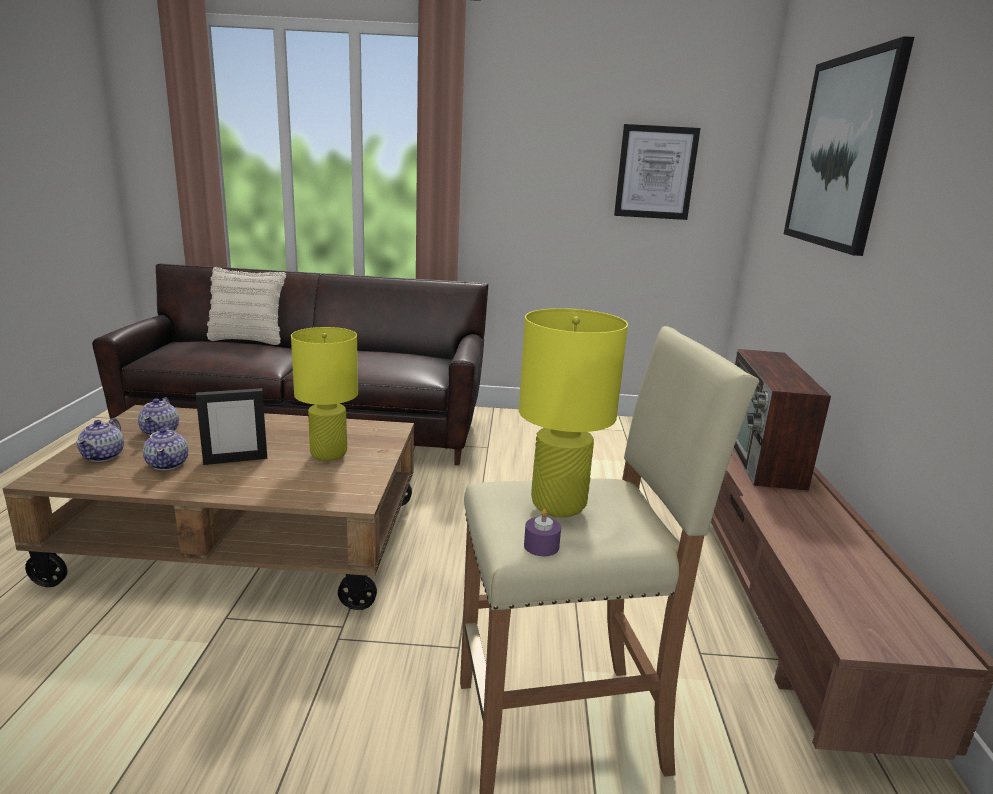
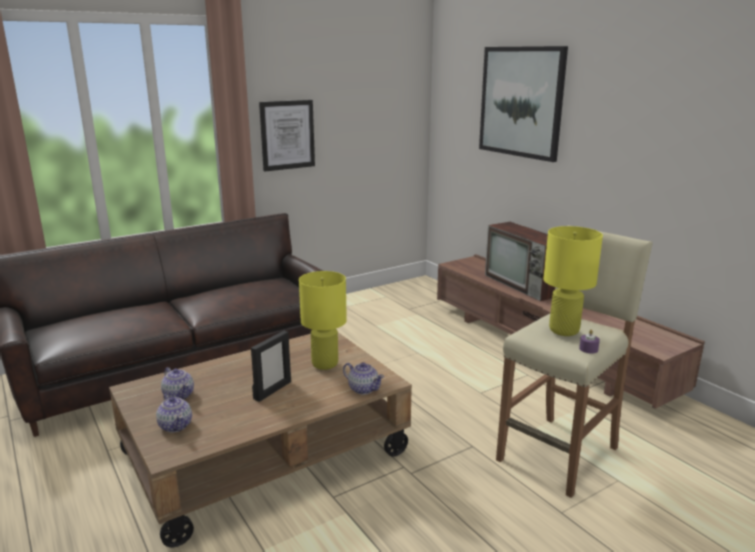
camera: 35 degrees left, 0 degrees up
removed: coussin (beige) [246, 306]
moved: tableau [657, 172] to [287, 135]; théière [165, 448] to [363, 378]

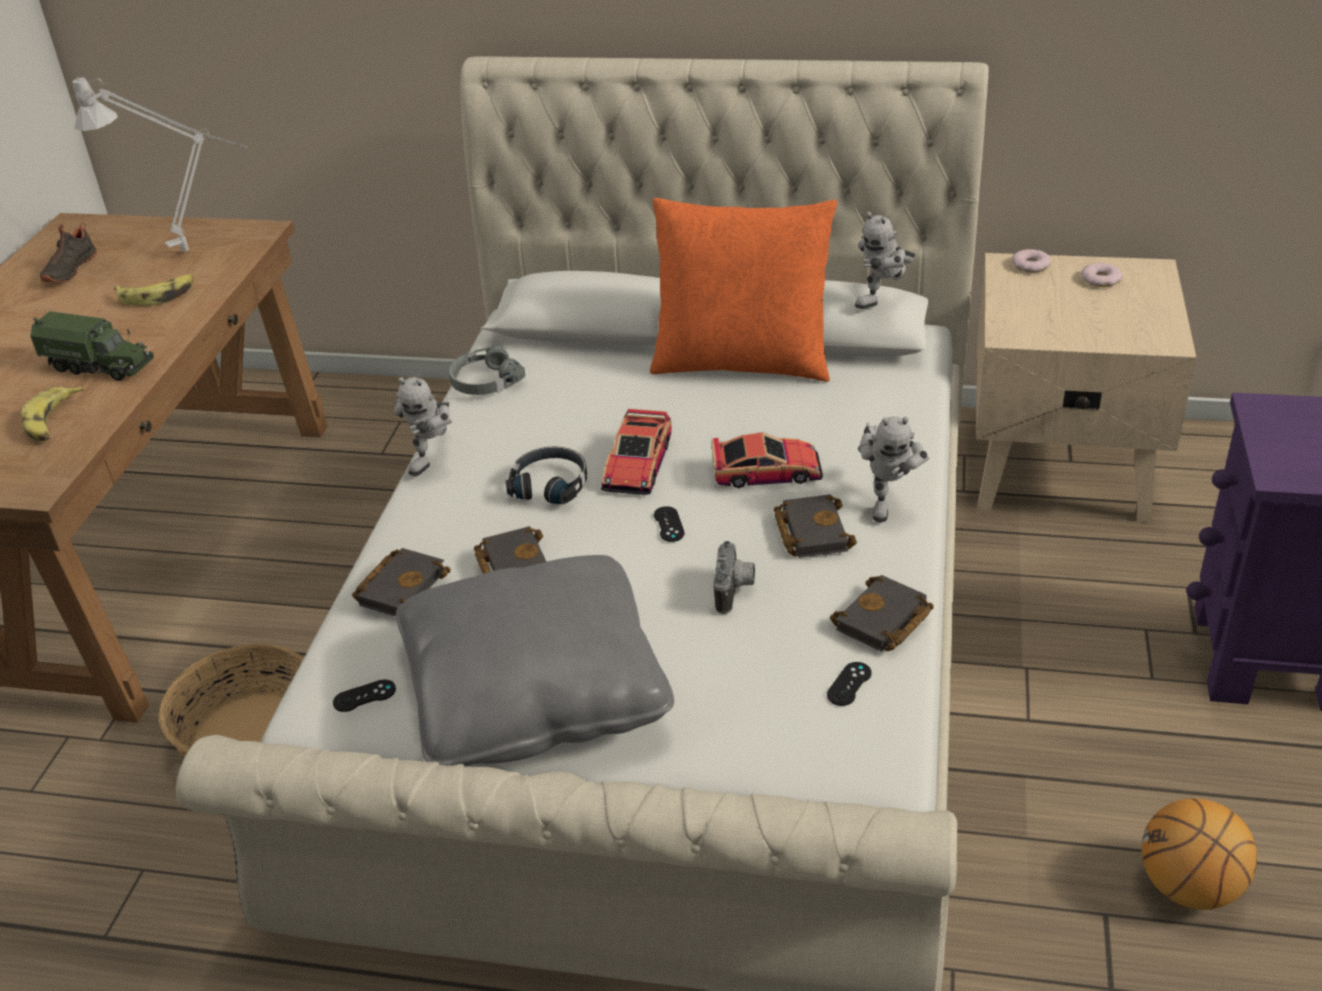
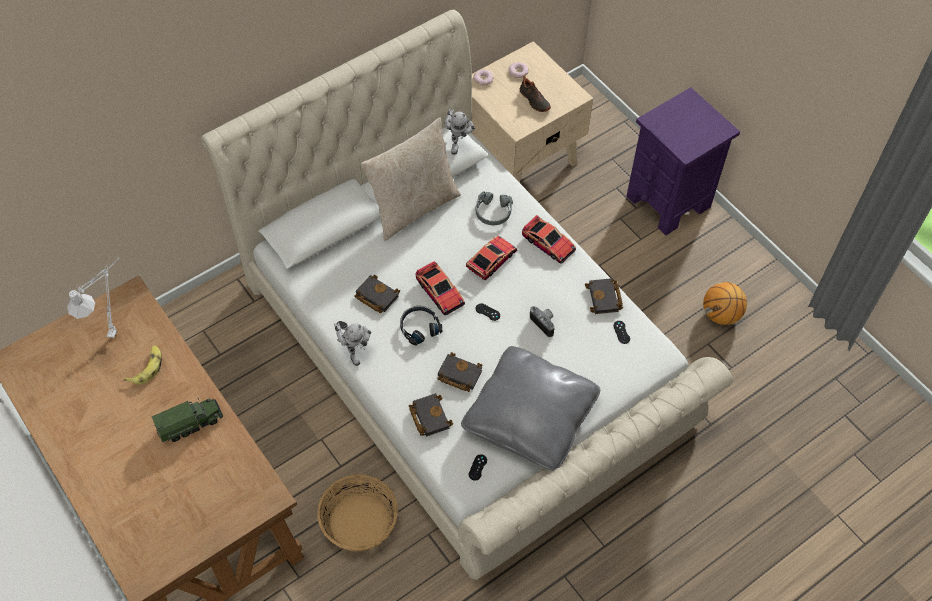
camera: 50 degrees left, 20 degrees up
removed: banane [52, 413]
moved: livre (noir) [815, 526] to [377, 293]; casque audio (gris) [487, 370] to [494, 208]; chaussure (noir) [68, 252] to [535, 94]
replaced: robot jouet [893, 469] to petite voiture [549, 239]
recoloured: coussin (orange) [743, 290] to coussin (beige) [411, 179]

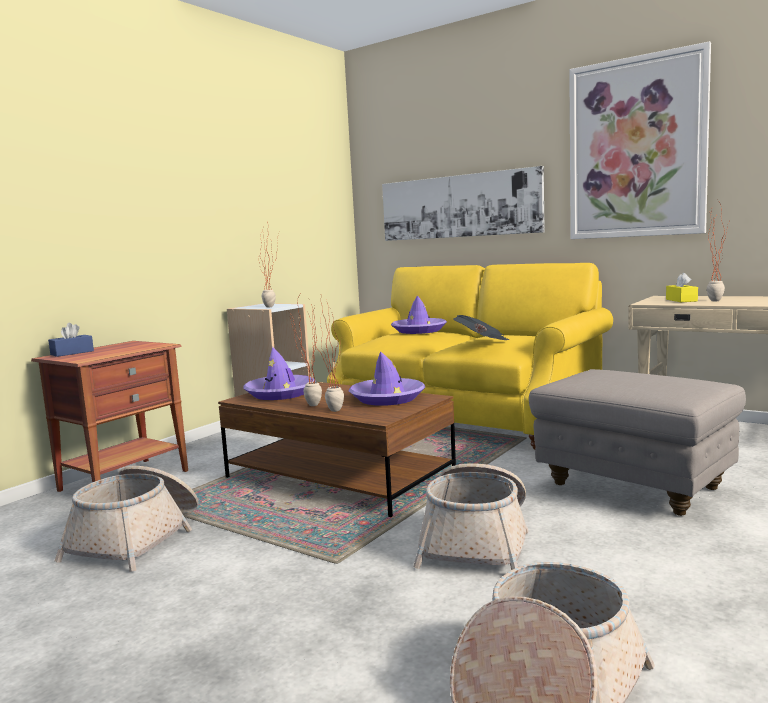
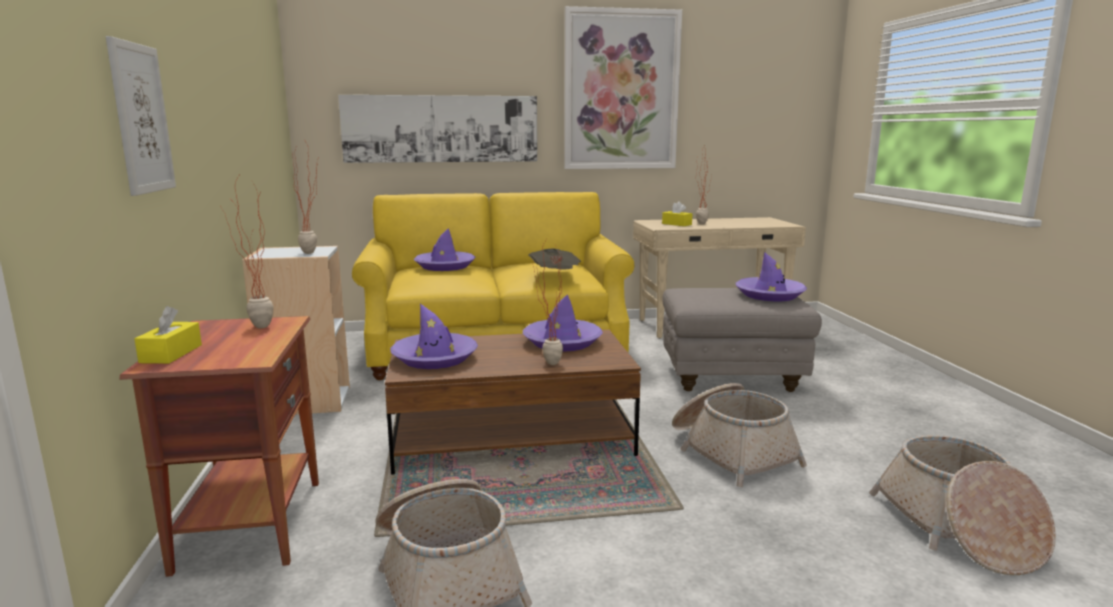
camera: 45 degrees left, 5 degrees up
added: tableau [141, 116]; chapeau (violet) [771, 276]
moved: plante en pot [305, 353] to [247, 251]
recoloured: boîte à mouchoirs (bleu) [71, 340] to boîte à mouchoirs (jaune) [168, 335]

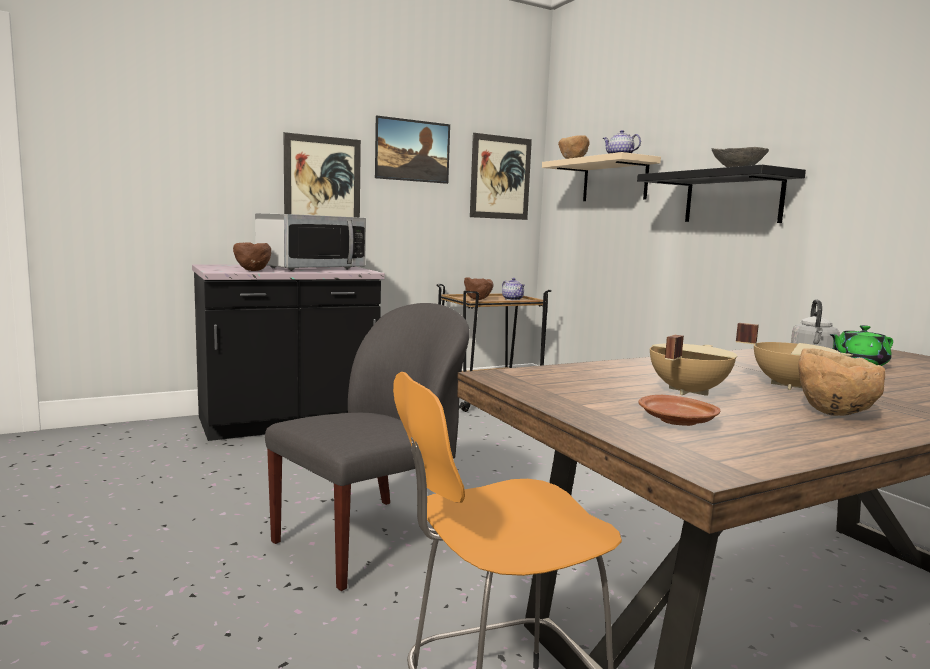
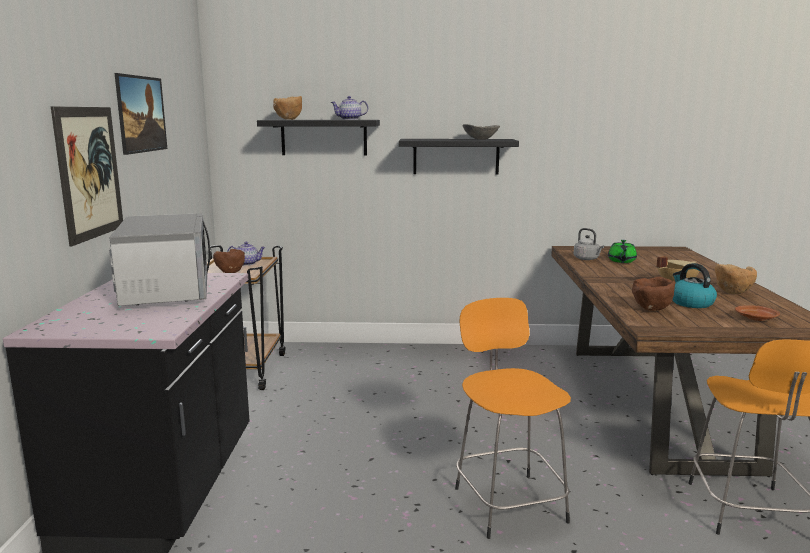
camera: 60 degrees left, 5 degrees up
removed: tableau [501, 176]
moved: bol (marron) [252, 256] to [653, 294]
replaced: chaise (gris) [367, 447] to tabouret (orange) [513, 418]; marmite (beige) [693, 365] to bouilloire [695, 285]
recoloured: étagère (beige) [601, 176] to étagère (noir) [318, 138]

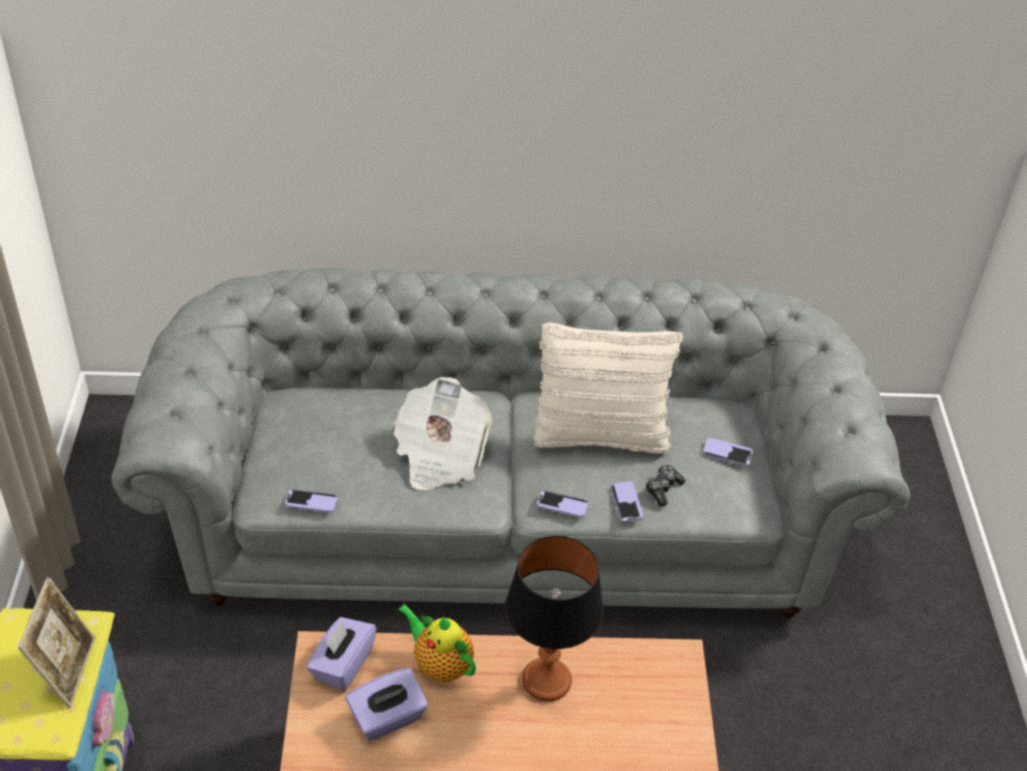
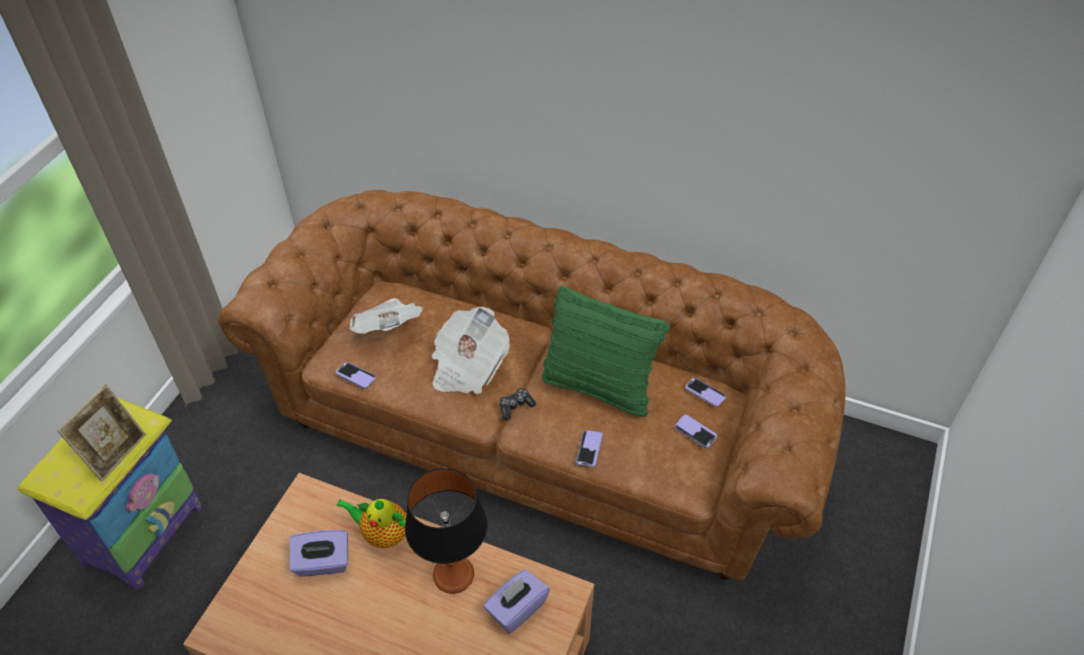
camera: 25 degrees right, 5 degrees up
added: journal [386, 316]
moved: boîte à mouchoirs (violet) [341, 654] to [517, 601]; manette [666, 485] to [518, 404]; téléphone [563, 504] to [705, 392]
recoloured: canapé (gris) [511, 443] to canapé (marron) [532, 385]; coussin (beige) [608, 388] to coussin (vert) [606, 351]
turned: théière [437, 643] = [371, 523] 45 degrees counterclockwise

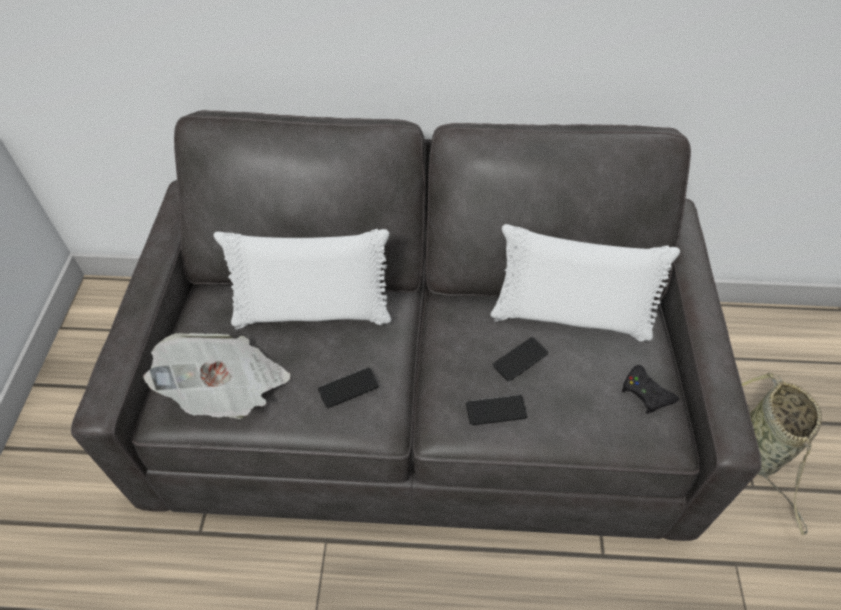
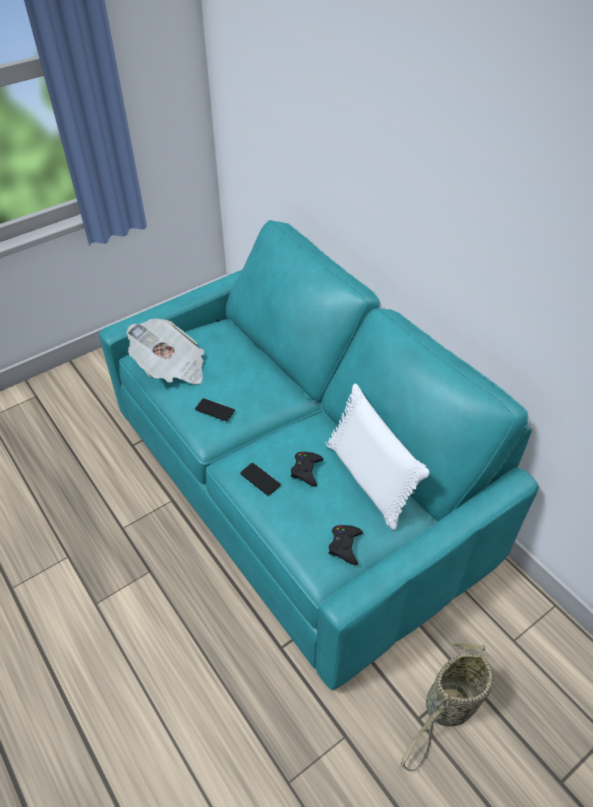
camera: 50 degrees right, 5 degrees down
removed: coussin (blanc) [302, 279]
replaced: téléphone [520, 359] to manette (noir) [307, 469]
recoloured: canapé (gris) [416, 325] to canapé (turquoise) [319, 455]

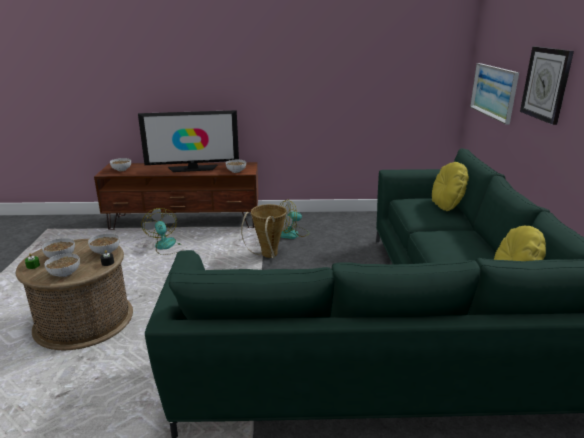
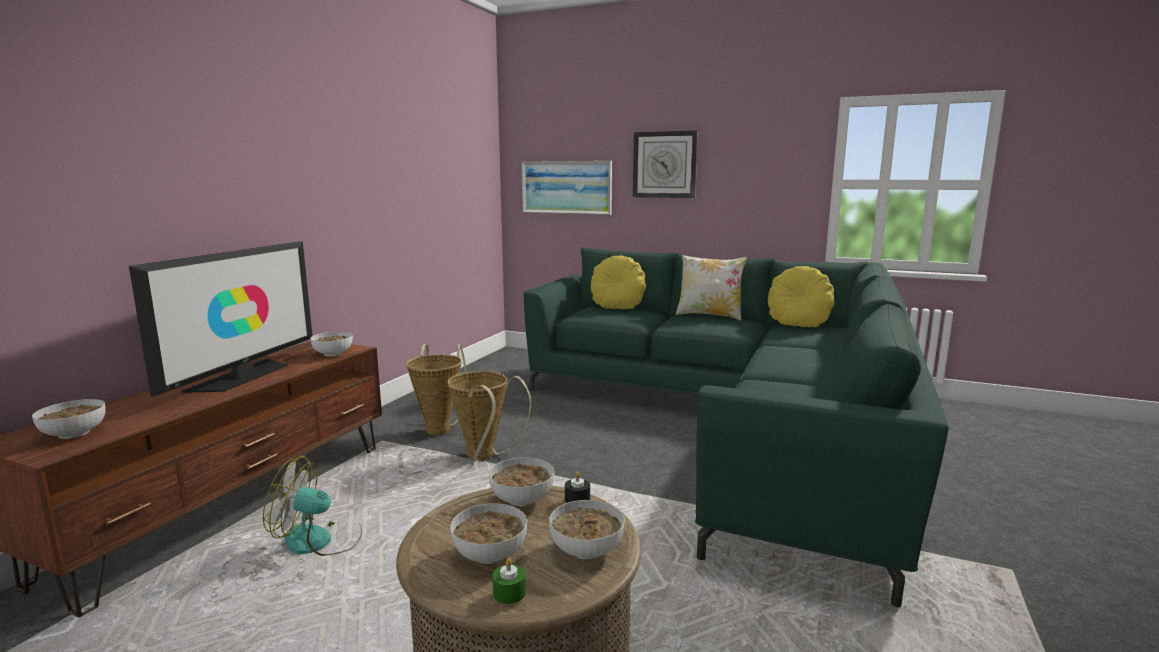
camera: 65 degrees left, 10 degrees down
added: coussin [711, 287]
replaced: ventilateur [294, 219] to panier [436, 389]

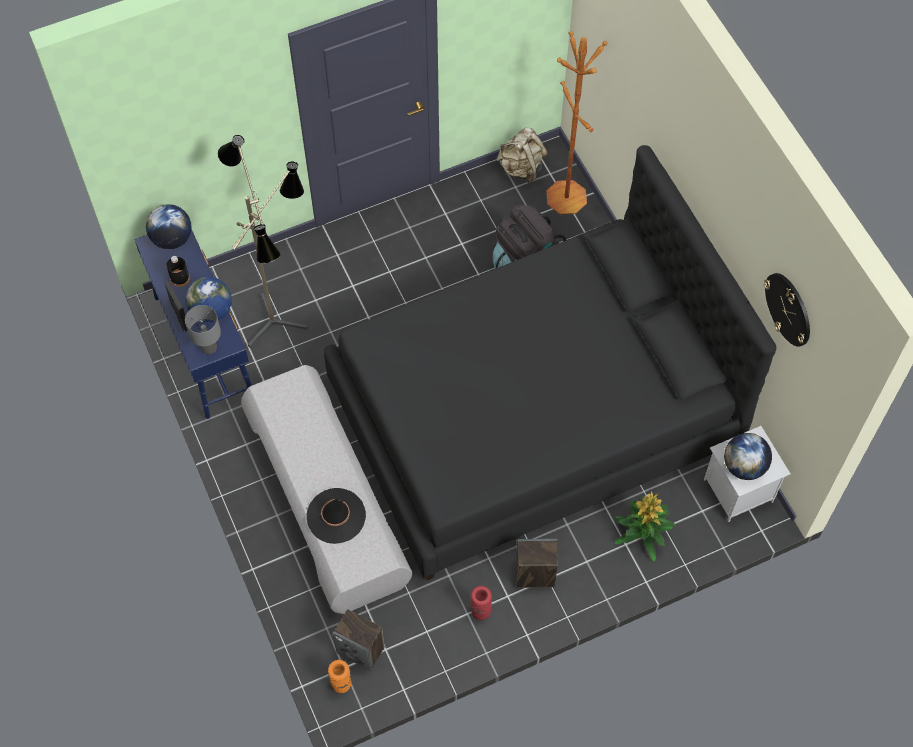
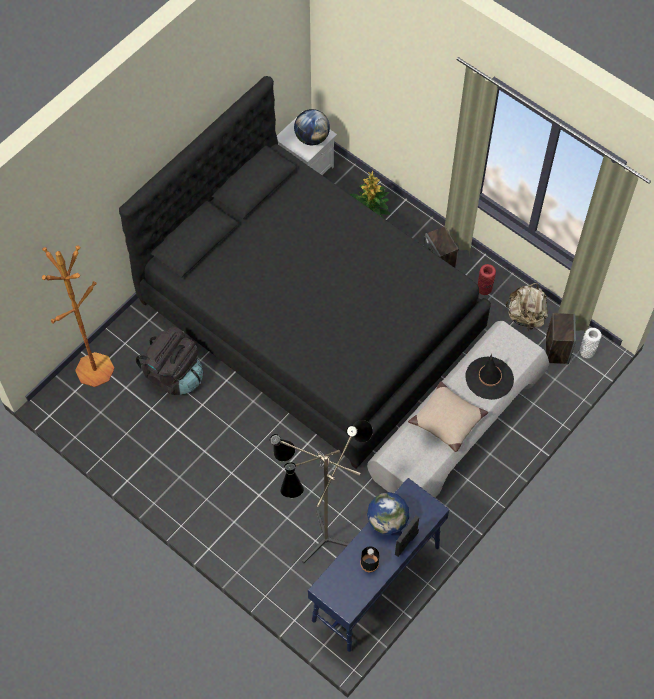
camera: 115 degrees left, 0 degrees up
removed: globe [168, 226]; lampe de table (gris) [203, 329]; horloge murale [787, 310]
added: coussin (beige) [448, 416]
moved: sac à dos (beige) [522, 155] to [527, 306]
recoloured: vase (orange) [339, 676] to vase (blanc) [591, 343]

